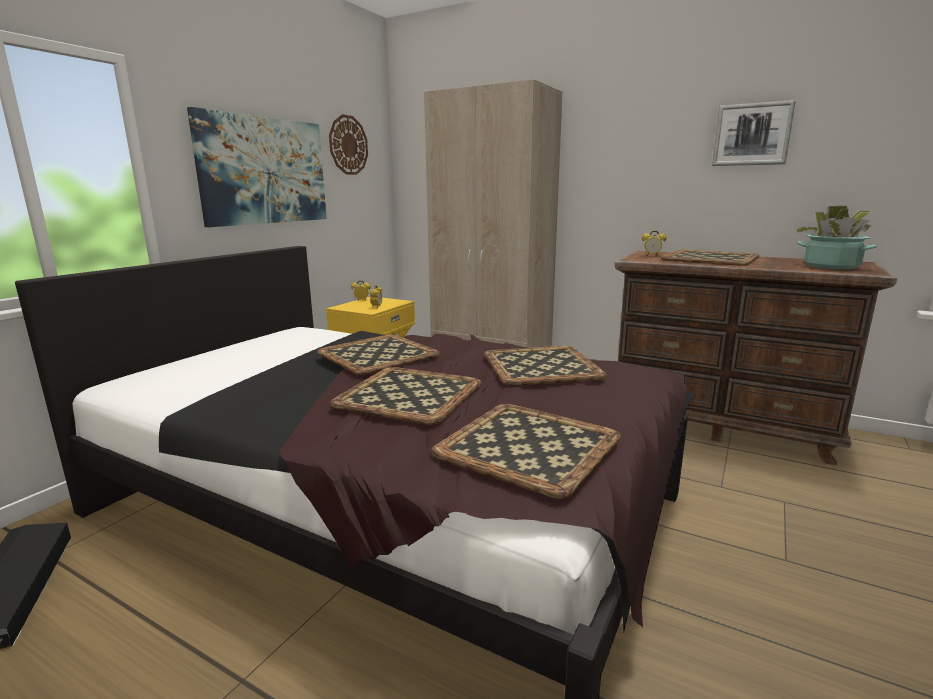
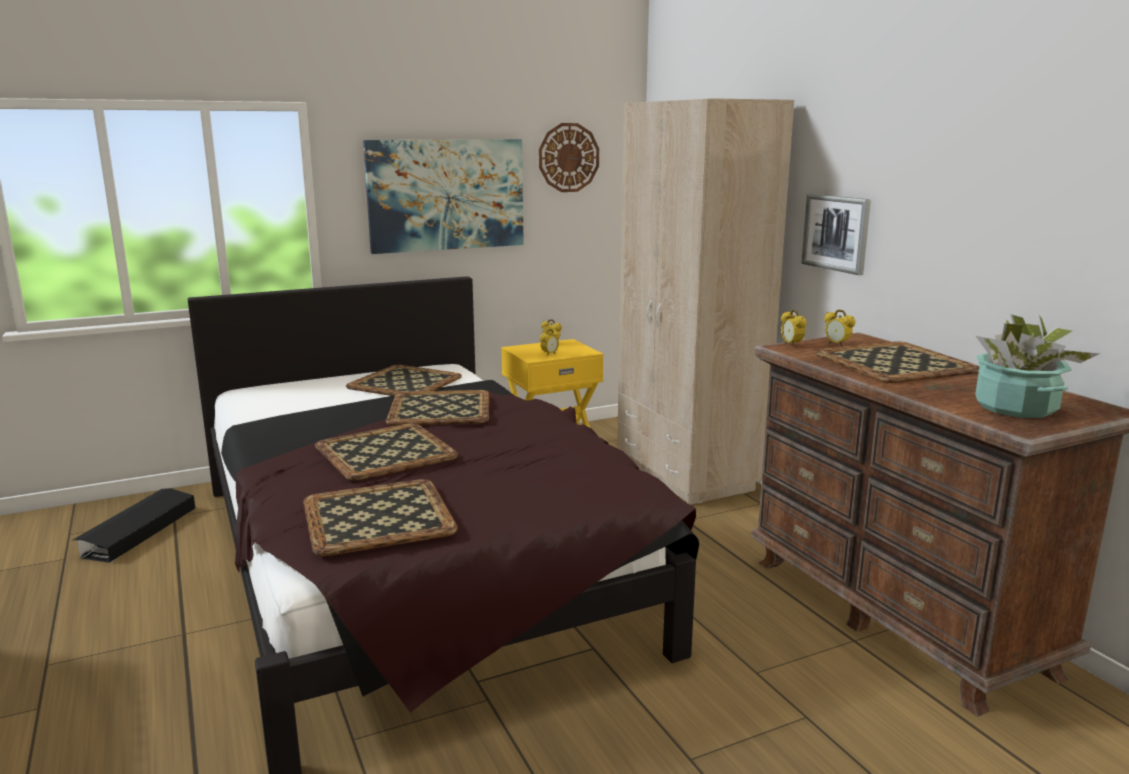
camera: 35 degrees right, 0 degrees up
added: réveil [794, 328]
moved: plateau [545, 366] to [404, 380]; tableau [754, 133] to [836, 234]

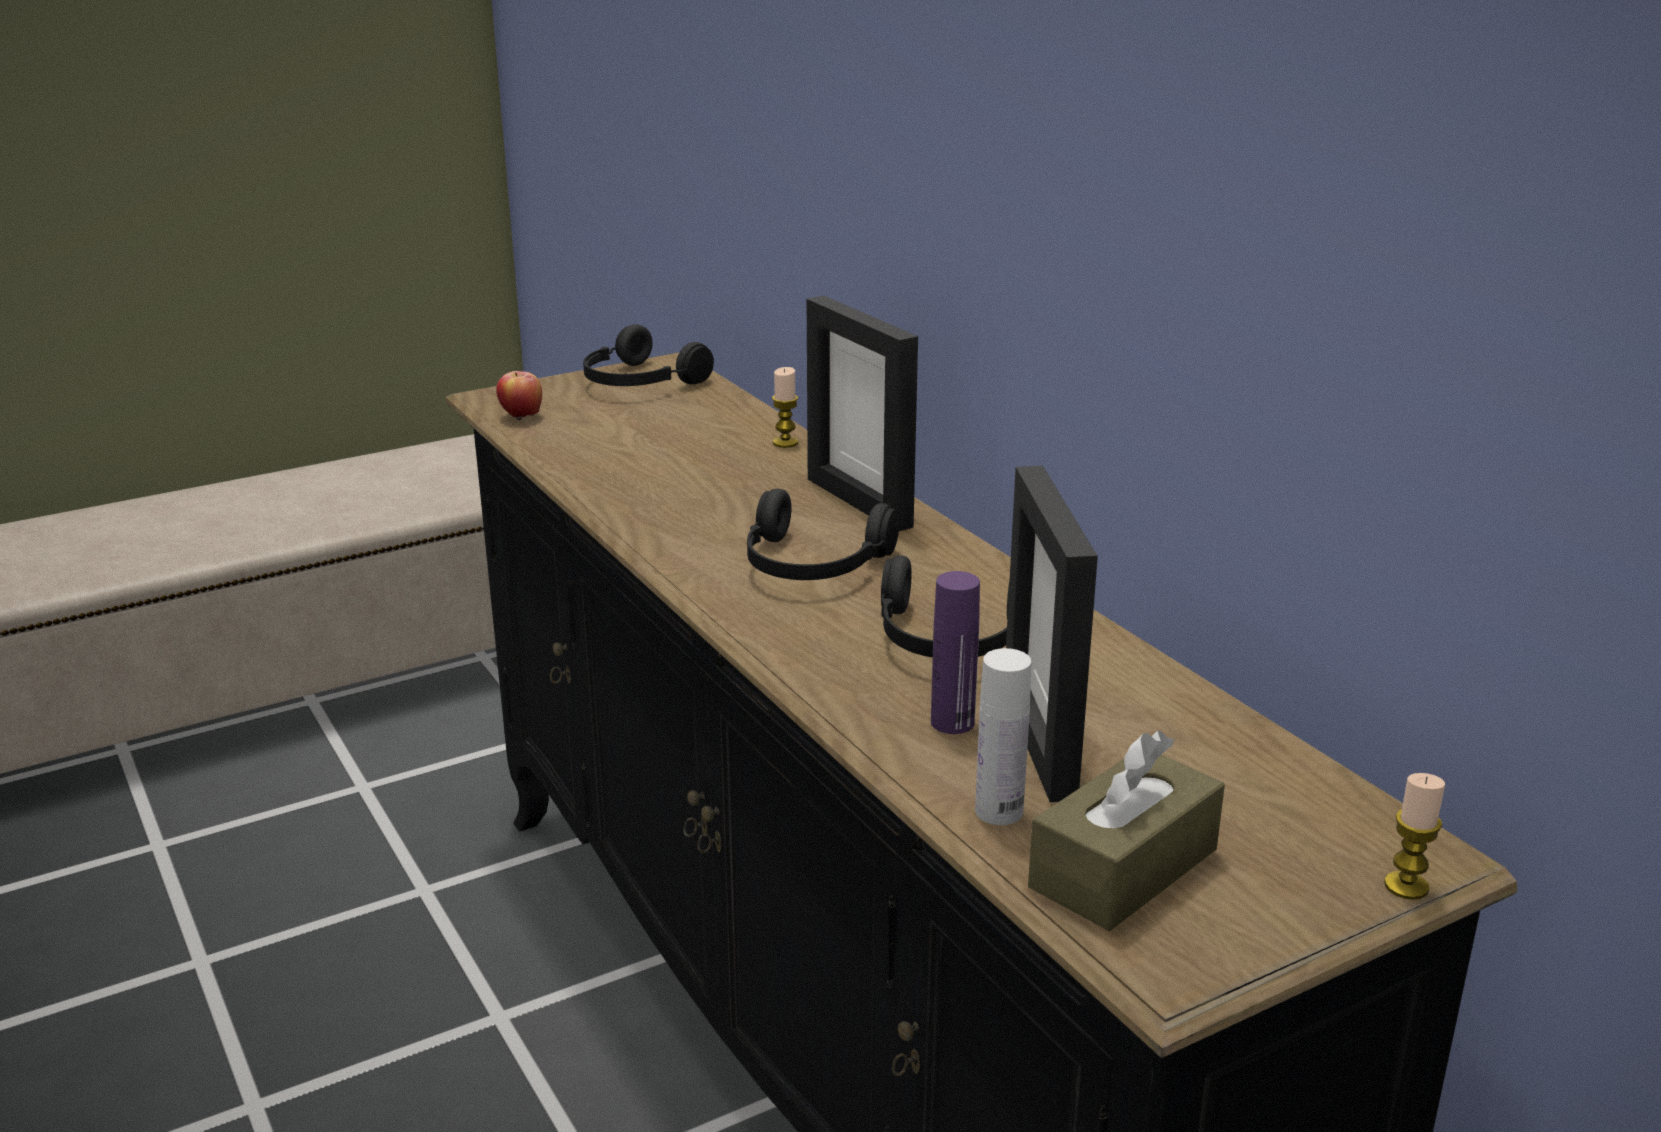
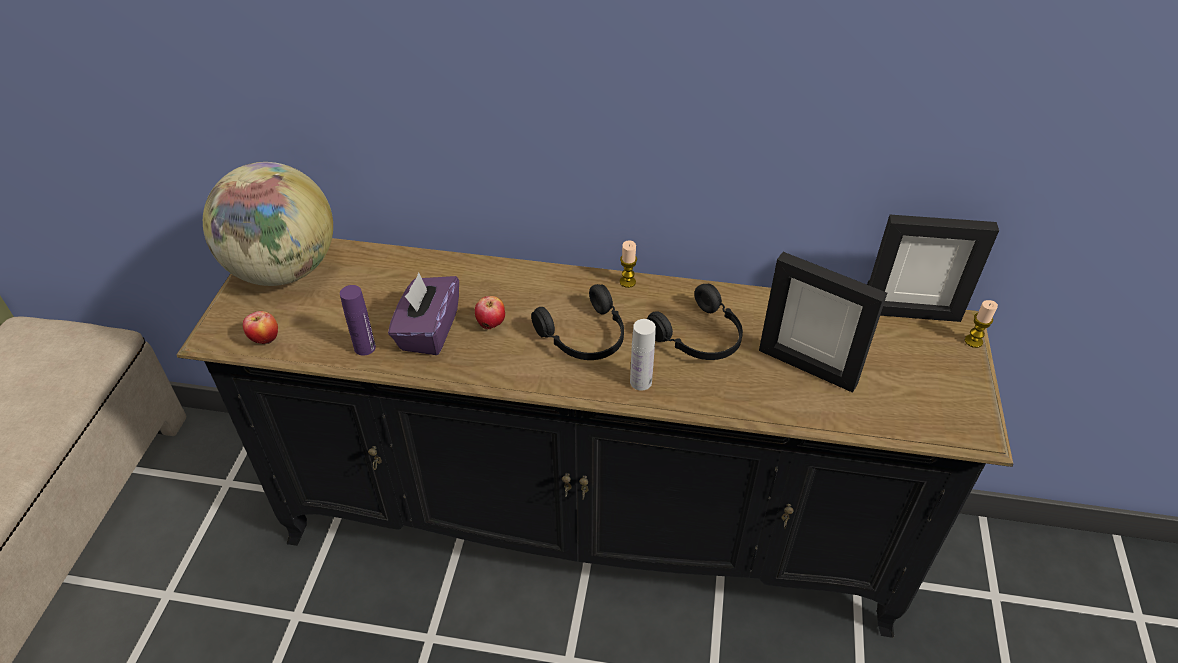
camera: 50 degrees left, 20 degrees up
removed: boîte à mouchoirs (marron) [1126, 831]
added: boîte à mouchoirs (violet) [423, 314]; pomme [490, 312]
moved: bouteille (violet) [955, 652] to [358, 320]; bougie [785, 407] to [628, 264]; bouteille (blanc) [1003, 736] to [643, 354]; cadre photo [862, 413] to [933, 268]
replaced: casque audio (noir) [648, 355] to globe [268, 224]

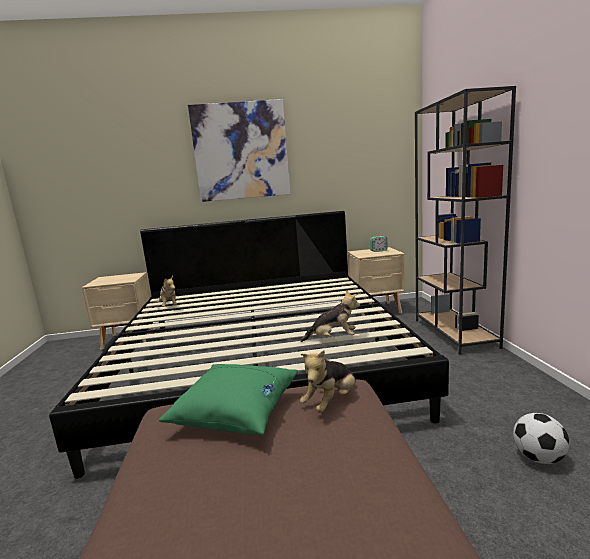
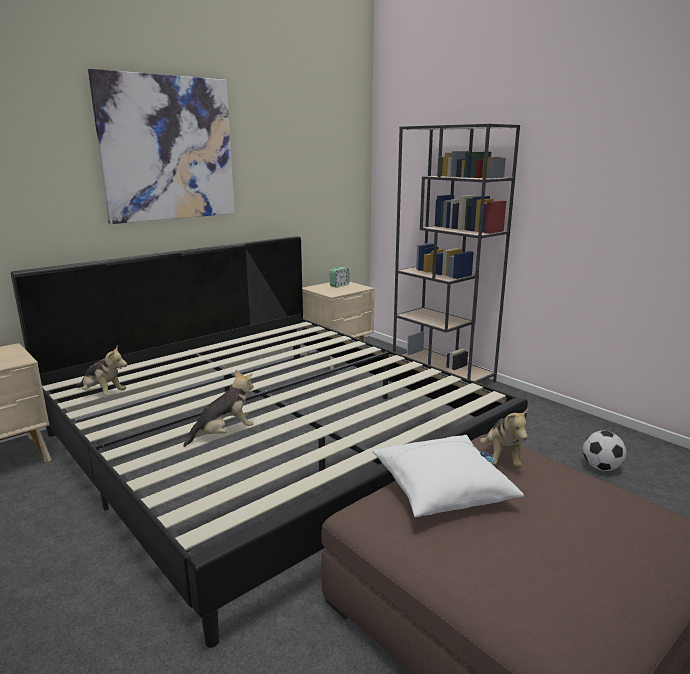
camera: 35 degrees left, 5 degrees up
moved: peluche [330, 316] to [218, 408]
recoloured: coussin (vert) [228, 400] to coussin (blanc) [448, 476]

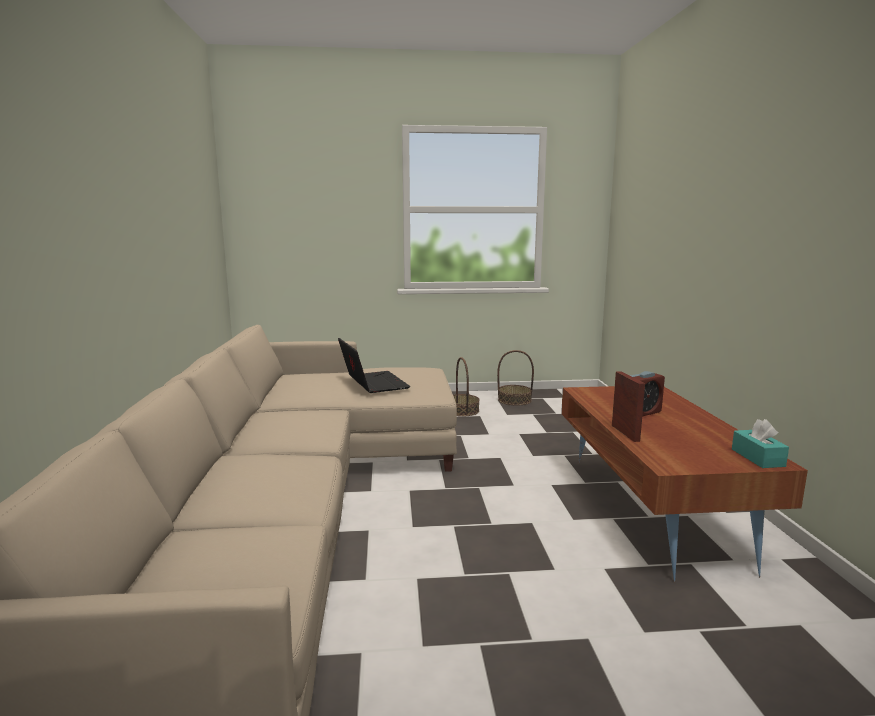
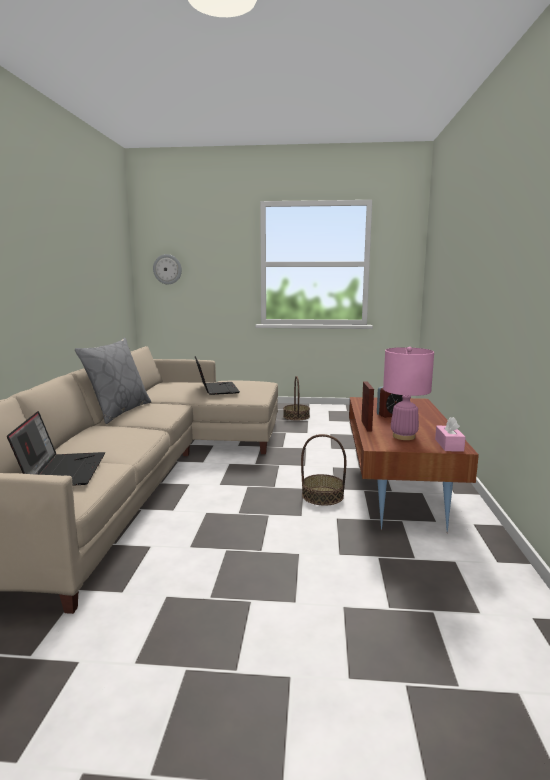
camera: 10 degrees right, 0 degrees up
added: ordinateur portable [56, 448]; coussin (gris) [113, 381]; horloge murale [167, 269]; lampe de table (rose) [408, 393]
moved: panier [515, 377] to [323, 470]
recoloured: boîte à mouchoirs (turquoise) [760, 443] to boîte à mouchoirs (rose) [450, 434]

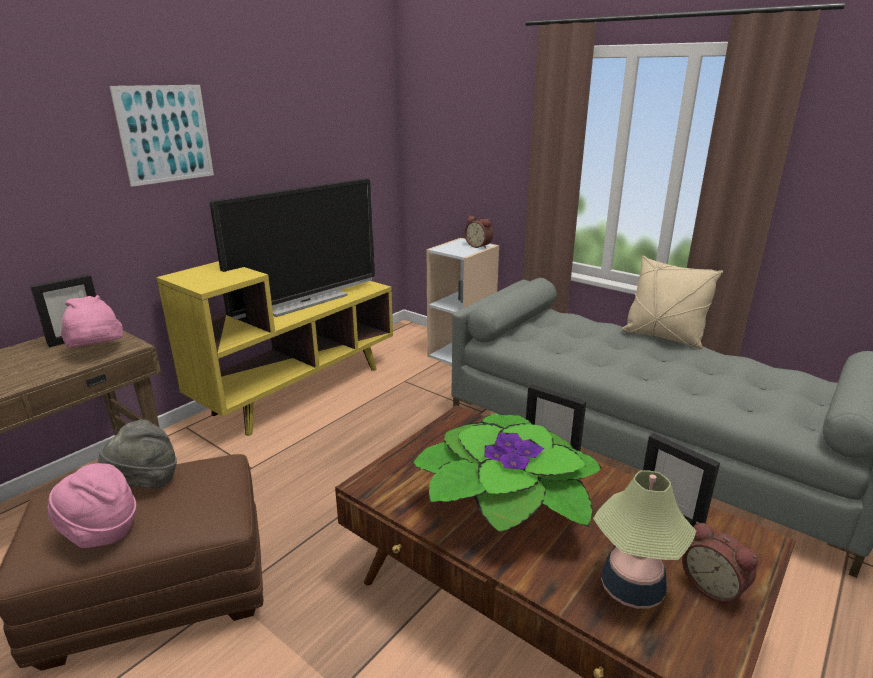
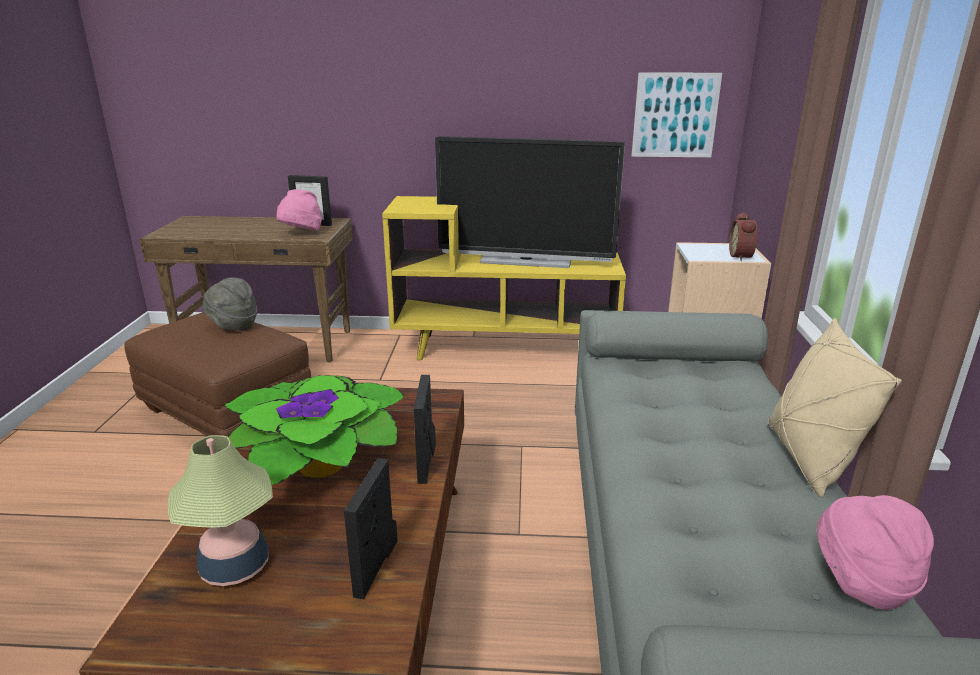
camera: 55 degrees right, 0 degrees up
removed: réveil [720, 564]
moved: tableau [161, 136] to [677, 114]; chapeau (rose) [91, 505] to [875, 552]

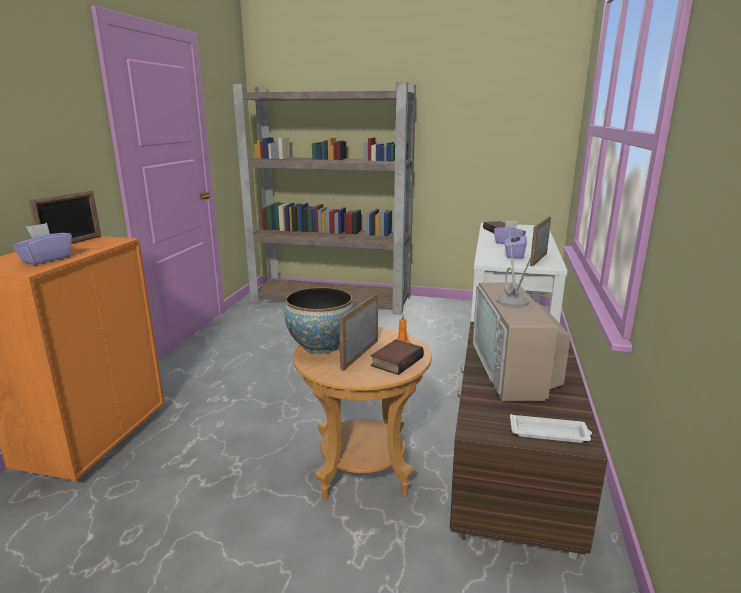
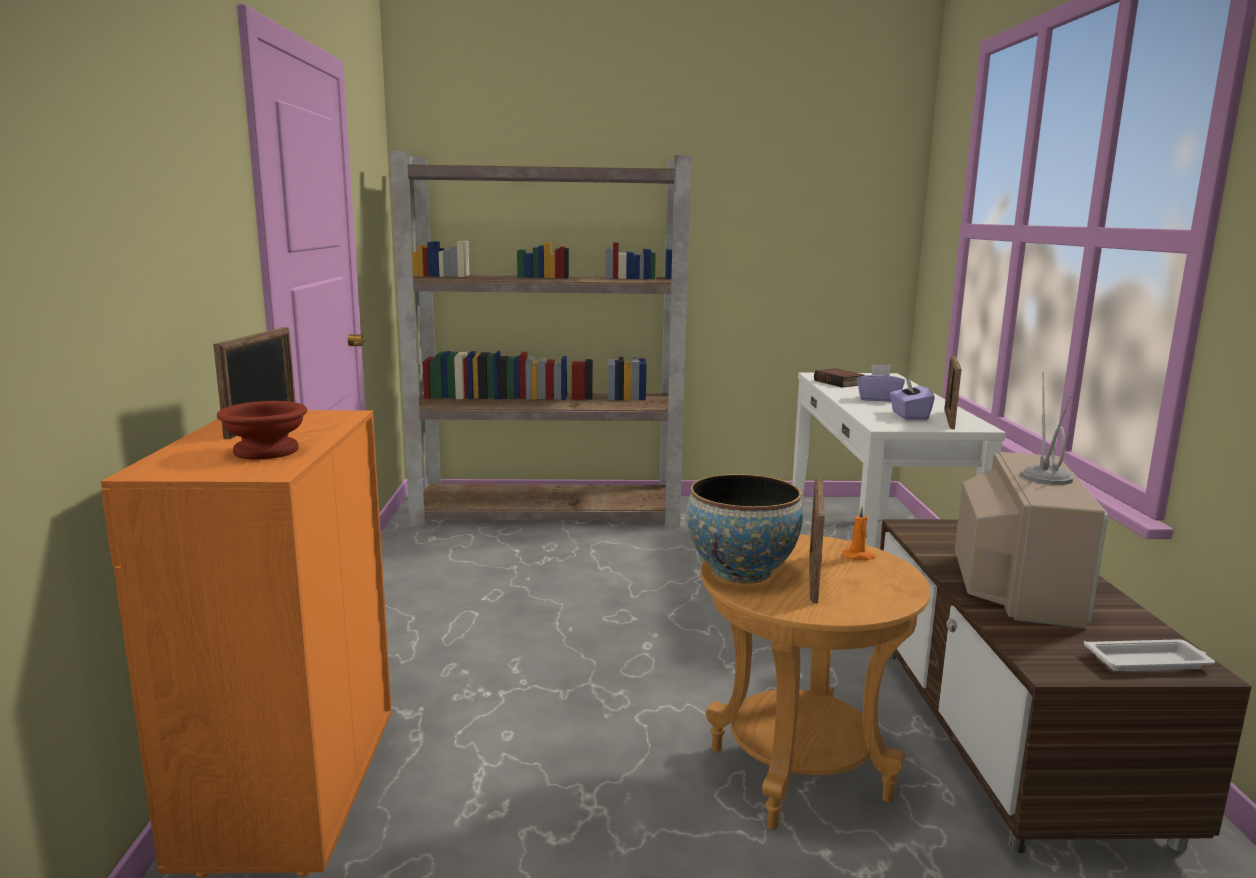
camera: 15 degrees left, 5 degrees down
removed: livre [397, 357]
replaced: boîte à mouchoirs (violet) [42, 244] to bol (marron) [262, 430]
turned: téléviseur [522, 316] = [1031, 501] 150 degrees counterclockwise

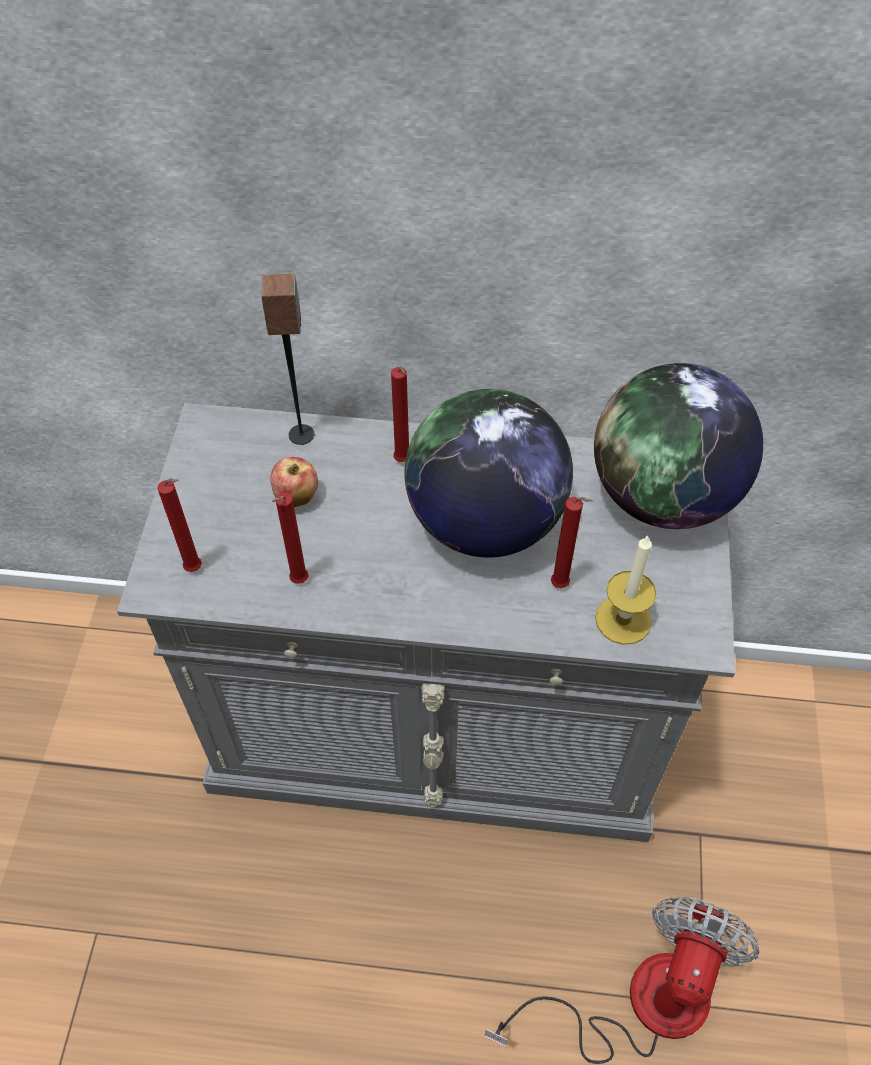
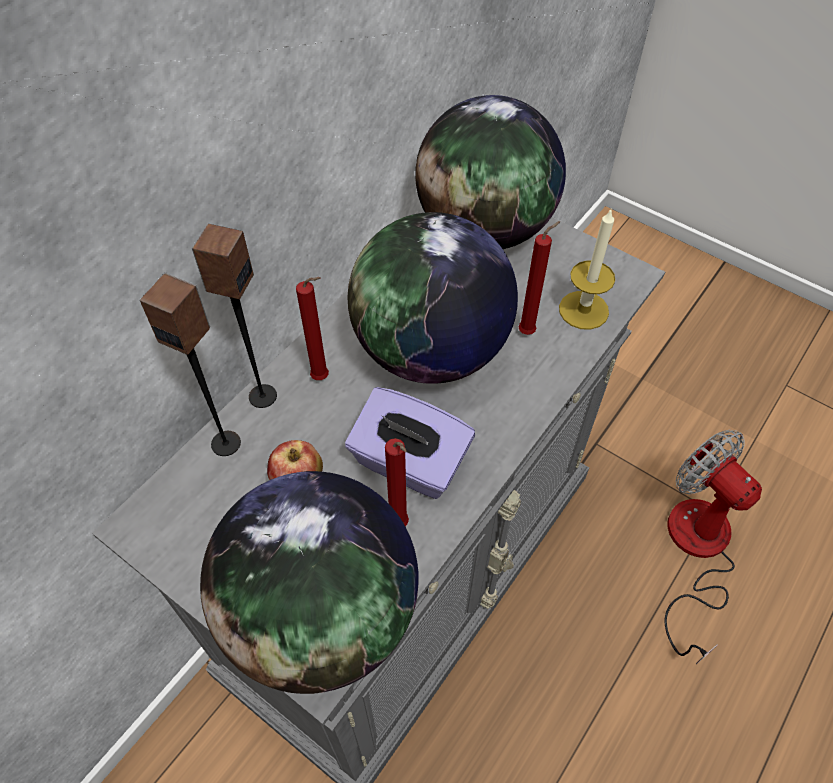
camera: 60 degrees left, 0 degrees up
added: enceinte [234, 316]; boîte à mouchoirs (violet) [410, 443]
replaced: bougie (rouge) [179, 525] to globe [309, 582]

